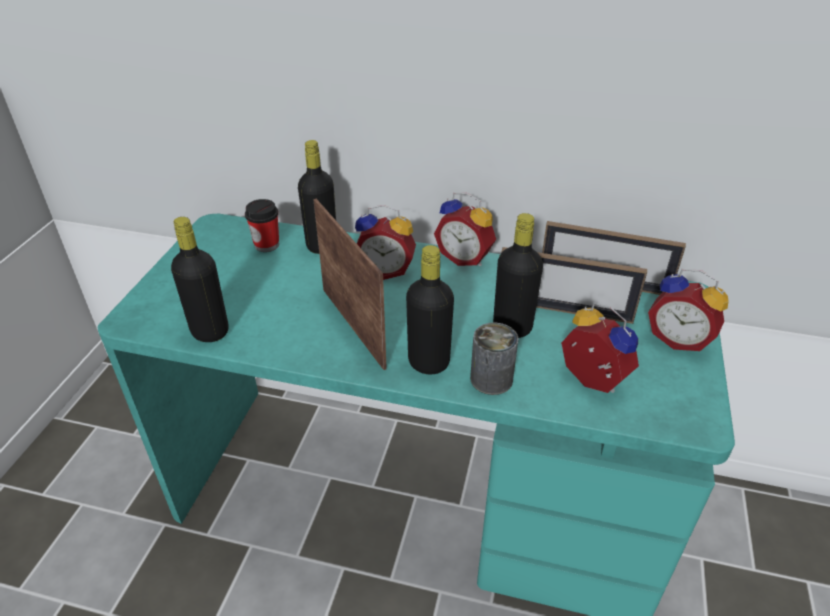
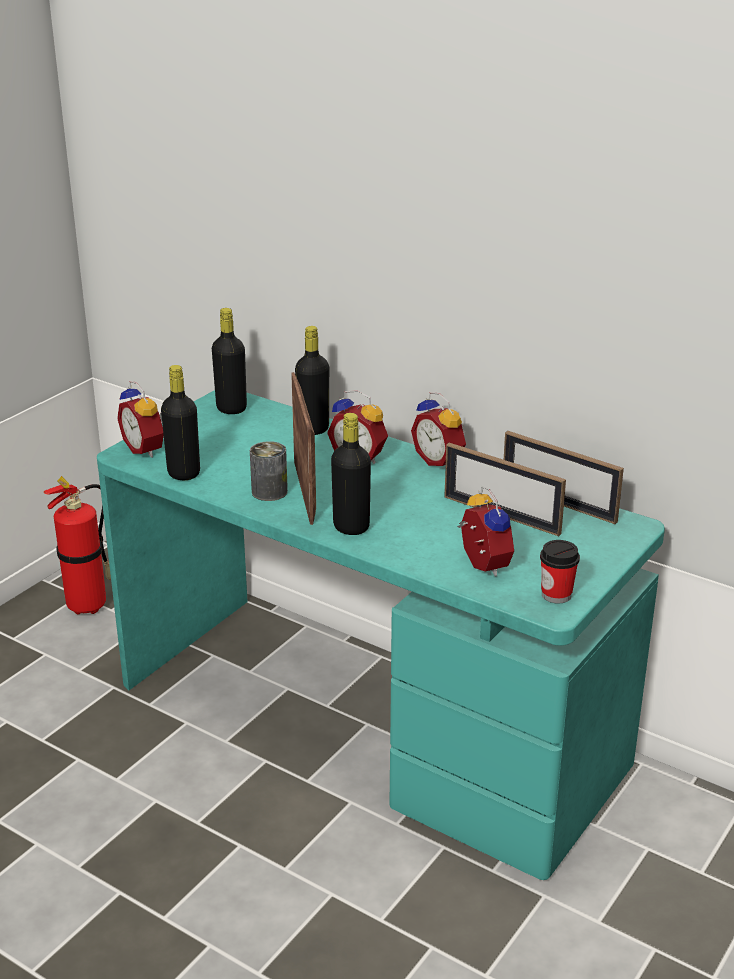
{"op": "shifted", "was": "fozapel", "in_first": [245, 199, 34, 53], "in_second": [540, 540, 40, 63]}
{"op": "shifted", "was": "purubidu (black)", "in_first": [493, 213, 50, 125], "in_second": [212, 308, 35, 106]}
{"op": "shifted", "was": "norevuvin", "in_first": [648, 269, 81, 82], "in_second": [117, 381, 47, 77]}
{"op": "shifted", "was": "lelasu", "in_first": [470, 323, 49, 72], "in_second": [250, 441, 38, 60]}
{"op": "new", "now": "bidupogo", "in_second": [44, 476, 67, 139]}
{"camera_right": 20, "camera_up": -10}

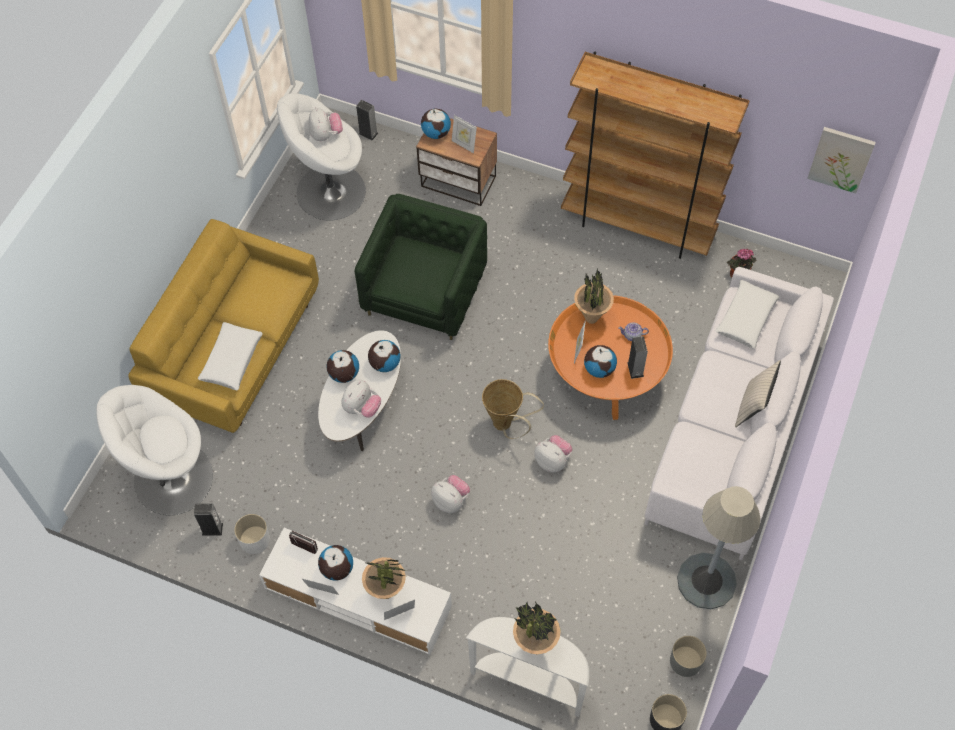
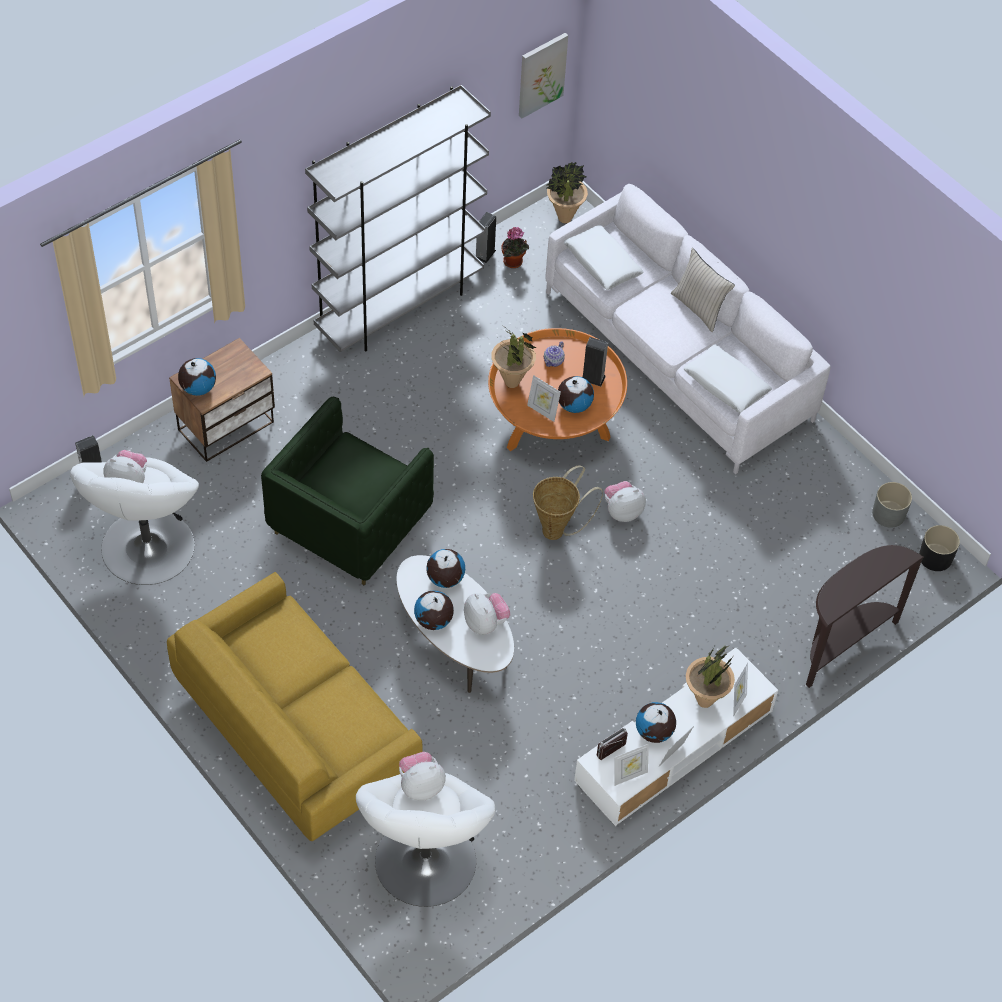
{"op": "repainted", "was": "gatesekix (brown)", "now": "gatesekix (grey)", "in_first": [561, 51, 189, 208], "in_second": [305, 85, 186, 267]}
{"op": "shifted", "was": "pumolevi", "in_first": [452, 115, 25, 38], "in_second": [614, 744, 35, 42]}
{"op": "rotated", "was": "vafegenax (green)", "in_first": [355, 194, 132, 146], "in_second": [261, 397, 173, 188], "clockwise": -105}
{"op": "shifted", "was": "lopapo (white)", "in_first": [198, 322, 65, 68], "in_second": [684, 345, 88, 68]}
{"op": "shifted", "was": "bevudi", "in_first": [431, 475, 39, 38], "in_second": [399, 752, 47, 49]}
{"op": "gone", "was": "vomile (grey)", "in_first": [677, 486, 84, 123]}
{"op": "shifted", "was": "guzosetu", "in_first": [194, 504, 29, 31], "in_second": [476, 212, 20, 51]}
{"op": "gone", "was": "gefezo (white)", "in_first": [234, 514, 36, 40]}
{"op": "shifted", "was": "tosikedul", "in_first": [513, 601, 48, 53], "in_second": [547, 161, 41, 62]}
{"op": "repainted", "was": "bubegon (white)", "now": "bubegon (brown)", "in_first": [466, 617, 123, 100], "in_second": [806, 545, 118, 143]}
{"camera_right": -65, "camera_up": -5}

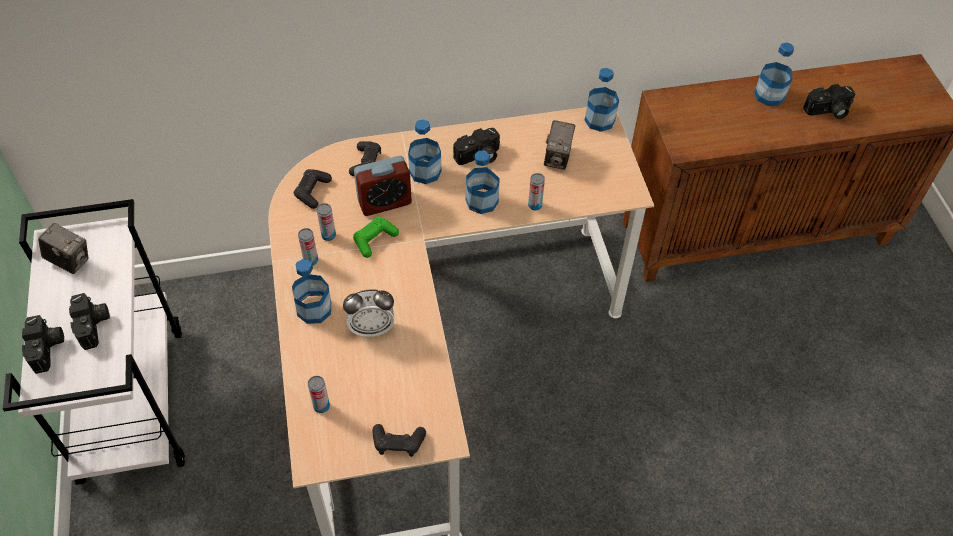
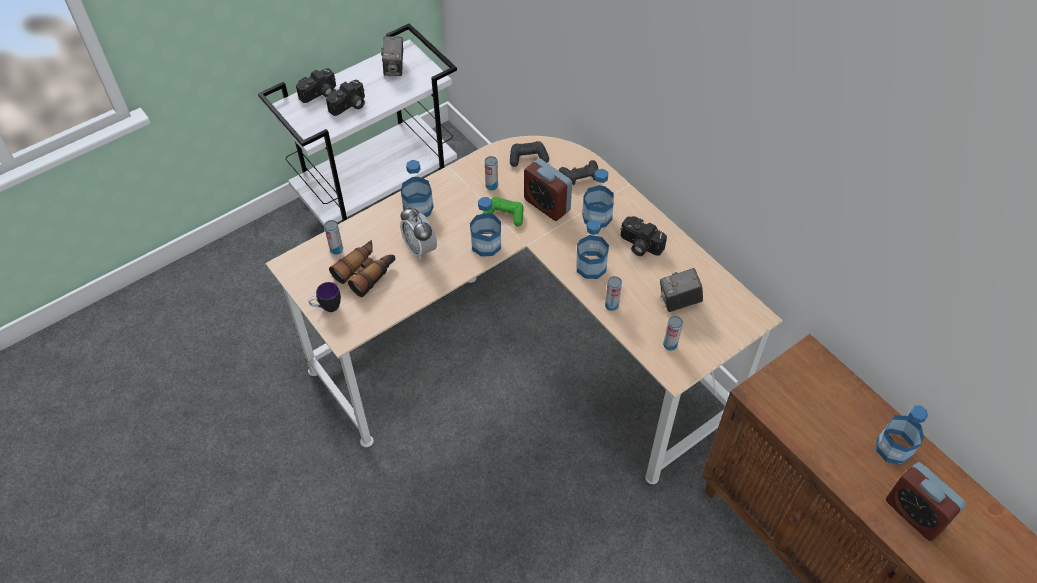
{"op": "shifted", "was": "purubidu", "in_first": [584, 68, 35, 64], "in_second": [470, 197, 31, 60]}
{"op": "swapped", "was": "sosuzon", "now": "norevuvin", "in_first": [803, 84, 52, 35], "in_second": [886, 462, 80, 79]}
{"op": "shifted", "was": "lelasu", "in_first": [298, 228, 20, 37], "in_second": [663, 316, 20, 35]}
{"op": "swapped", "was": "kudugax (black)", "now": "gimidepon", "in_first": [372, 424, 54, 33], "in_second": [309, 282, 32, 30]}
{"op": "new", "now": "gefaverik", "in_second": [329, 240, 66, 57]}
{"camera_right": 65, "camera_up": 0}

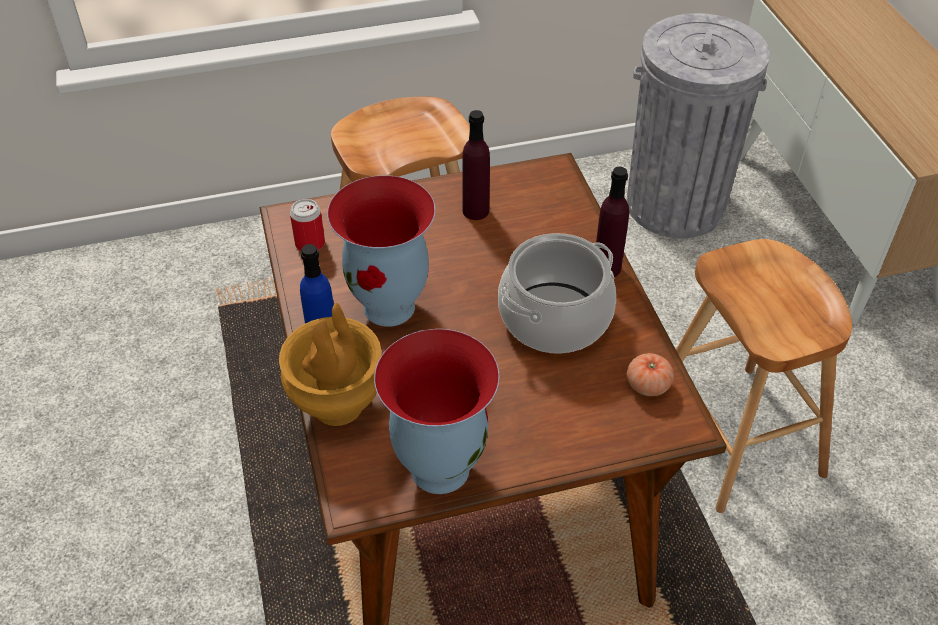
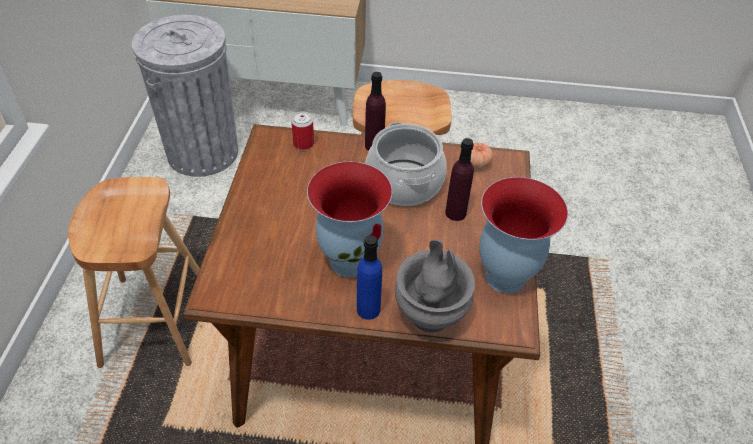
{"op": "shifted", "was": "purubidu (purple)", "in_first": [462, 110, 28, 110], "in_second": [445, 138, 29, 83]}
{"op": "shifted", "was": "lelasu", "in_first": [290, 199, 35, 52], "in_second": [291, 112, 23, 38]}
{"op": "repainted", "was": "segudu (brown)", "now": "segudu (grey)", "in_first": [279, 303, 103, 123], "in_second": [395, 240, 80, 93]}
{"camera_right": -70, "camera_up": 0}

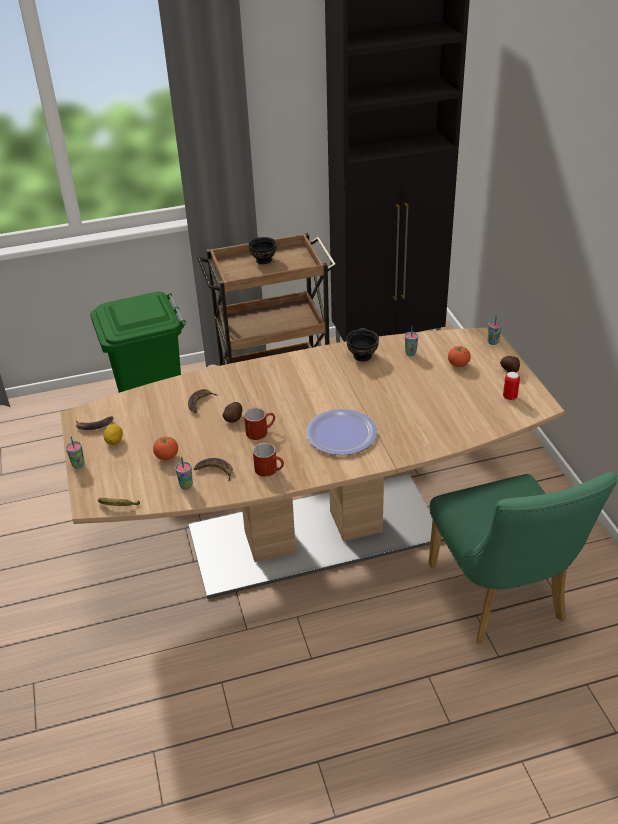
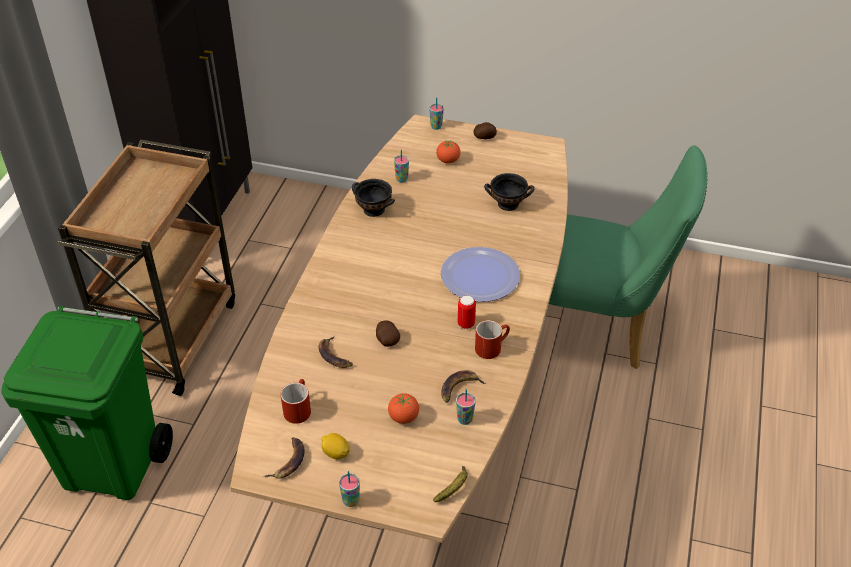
{"op": "shifted", "was": "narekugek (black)", "in_first": [249, 237, 28, 27], "in_second": [484, 173, 51, 38]}
{"op": "shifted", "was": "lelasu", "in_first": [503, 372, 17, 28], "in_second": [458, 296, 18, 33]}
{"op": "shifted", "was": "gimidepon (red)", "in_first": [244, 408, 31, 32], "in_second": [281, 379, 30, 45]}
{"camera_right": -60, "camera_up": 5}

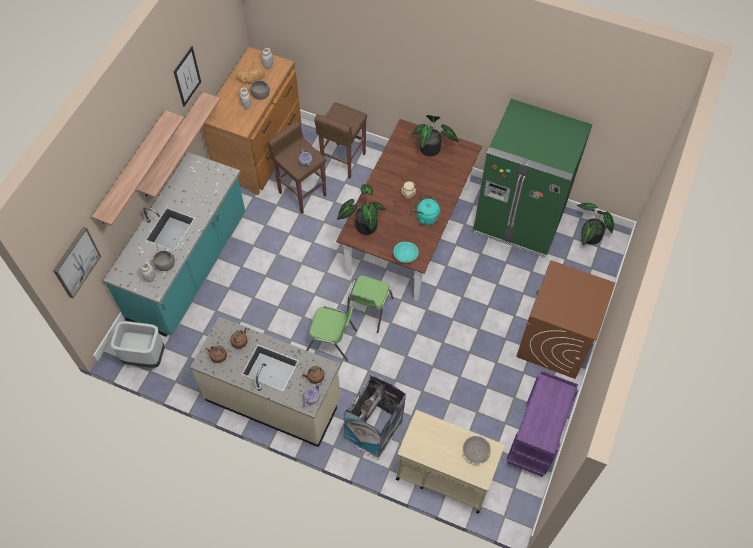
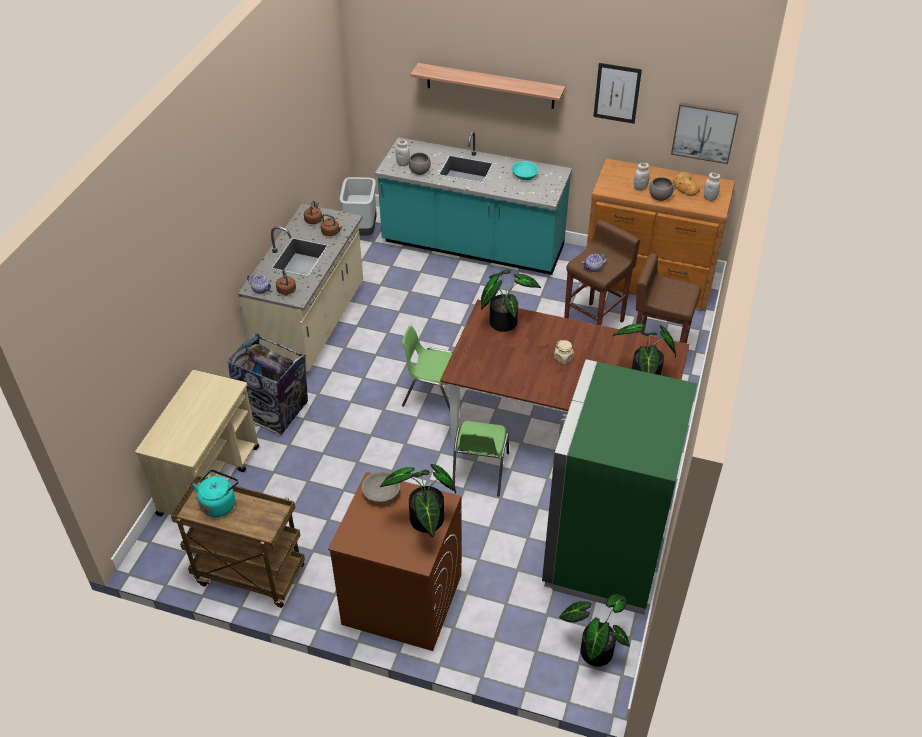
{"op": "gone", "was": "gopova", "in_first": [137, 92, 83, 106]}
{"op": "shifted", "was": "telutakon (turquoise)", "in_first": [413, 194, 27, 31], "in_second": [193, 470, 45, 47]}
{"op": "shifted", "was": "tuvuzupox", "in_first": [53, 227, 48, 72], "in_second": [671, 103, 68, 61]}
{"op": "shifted", "was": "narekugek (turquoise)", "in_first": [393, 242, 26, 21], "in_second": [511, 161, 28, 19]}
{"op": "shifted", "was": "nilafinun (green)", "in_first": [306, 306, 51, 55], "in_second": [453, 421, 56, 76]}
{"op": "repainted", "was": "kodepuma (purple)", "now": "kodepuma (brown)", "in_first": [507, 371, 71, 106], "in_second": [171, 476, 134, 132]}
{"op": "shifted", "was": "narekugek (grey)", "in_first": [463, 436, 28, 28], "in_second": [362, 471, 38, 32]}
{"op": "new", "now": "tosikedul", "in_second": [380, 464, 76, 73]}
{"camera_right": 85, "camera_up": -15}

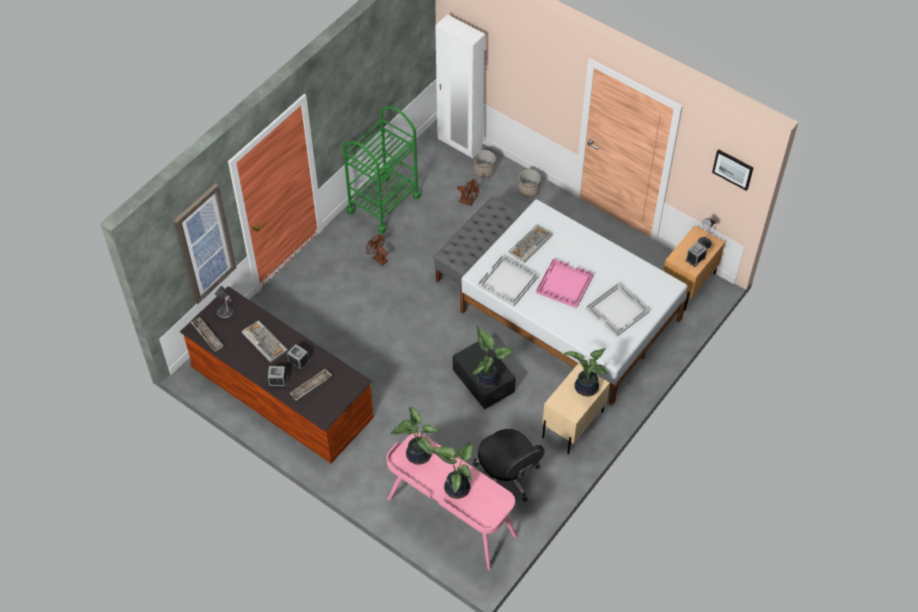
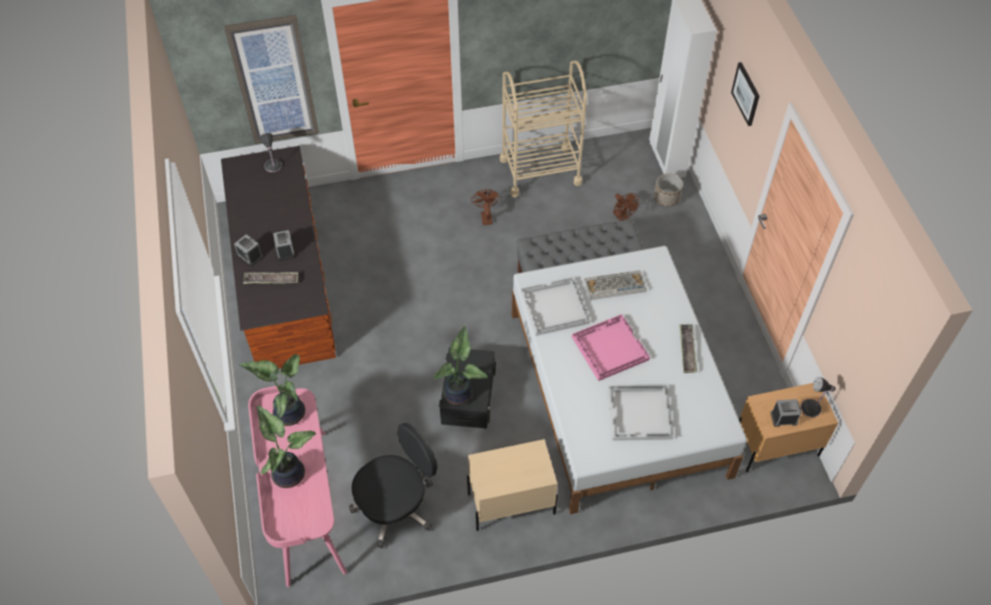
{"op": "repainted", "was": "kodepuma (green)", "now": "kodepuma (beige)", "in_first": [343, 106, 78, 128], "in_second": [500, 60, 87, 137]}
{"op": "shifted", "was": "tuvuzupox", "in_first": [712, 149, 41, 42], "in_second": [731, 62, 28, 64]}
{"op": "gone", "was": "gefezo", "in_first": [518, 170, 23, 27]}
{"op": "shifted", "was": "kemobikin", "in_first": [191, 317, 33, 35], "in_second": [679, 324, 18, 49]}
{"op": "gone", "was": "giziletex", "in_first": [242, 320, 46, 42]}
{"op": "gone", "was": "tosikedul", "in_first": [564, 348, 44, 48]}
{"op": "rotated", "was": "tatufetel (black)", "in_first": [473, 429, 71, 73], "in_second": [349, 423, 88, 125], "clockwise": -135}
{"camera_right": 40, "camera_up": 0}

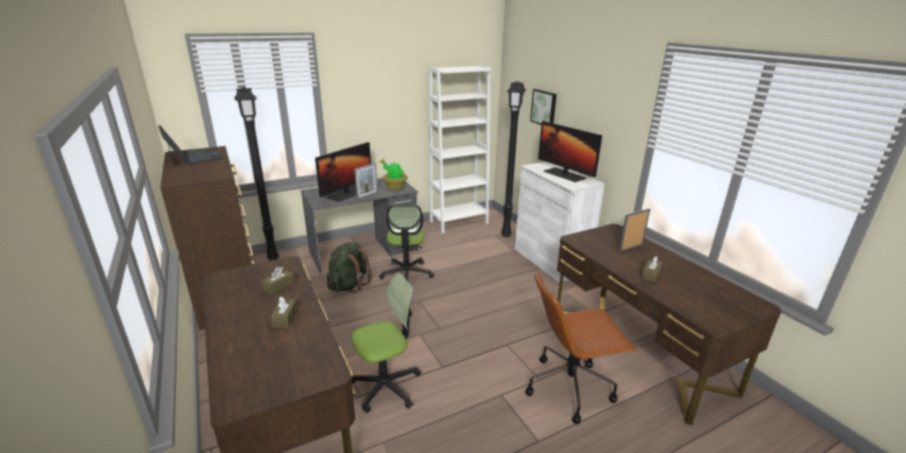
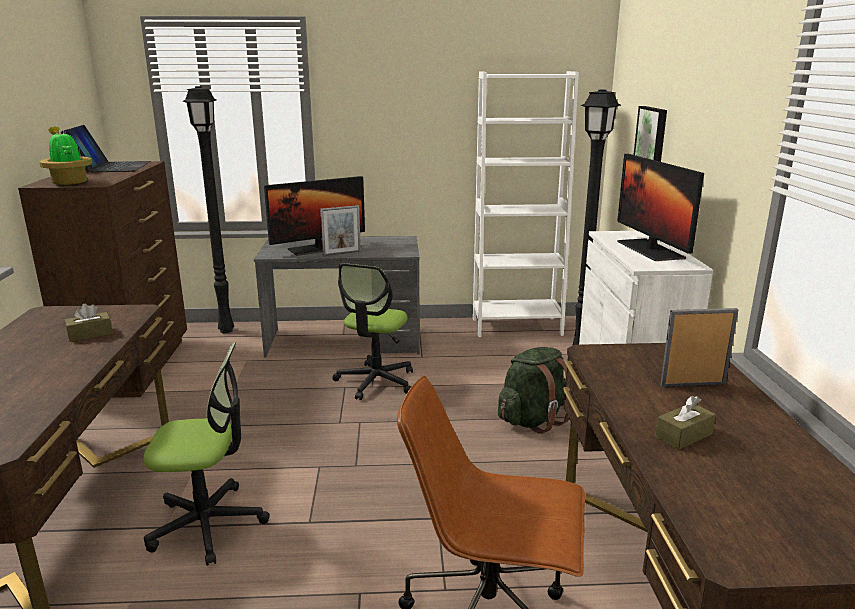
{"op": "shifted", "was": "tosikedul", "in_first": [380, 159, 27, 31], "in_second": [39, 126, 53, 59]}
{"op": "shifted", "was": "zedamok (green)", "in_first": [327, 242, 45, 51], "in_second": [498, 347, 71, 87]}
{"op": "gone", "was": "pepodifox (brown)", "in_first": [271, 296, 27, 32]}
{"camera_right": 25, "camera_up": -5}

